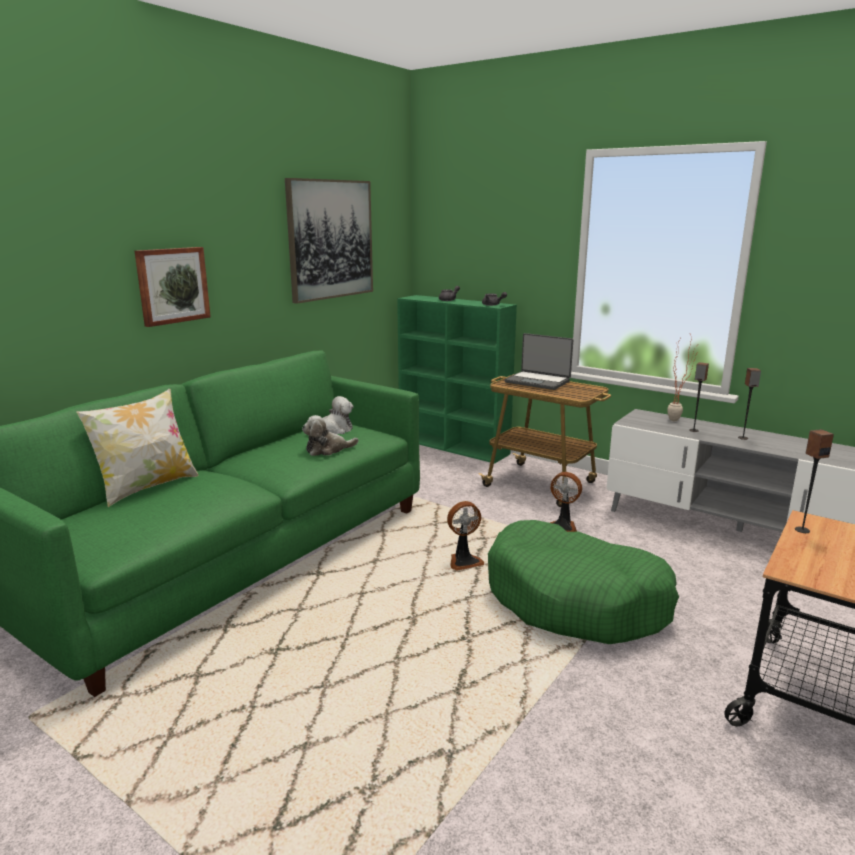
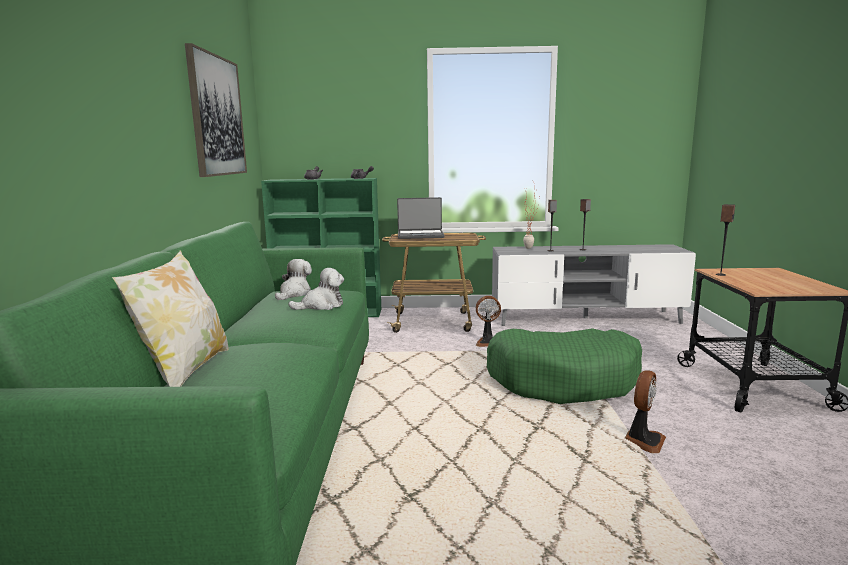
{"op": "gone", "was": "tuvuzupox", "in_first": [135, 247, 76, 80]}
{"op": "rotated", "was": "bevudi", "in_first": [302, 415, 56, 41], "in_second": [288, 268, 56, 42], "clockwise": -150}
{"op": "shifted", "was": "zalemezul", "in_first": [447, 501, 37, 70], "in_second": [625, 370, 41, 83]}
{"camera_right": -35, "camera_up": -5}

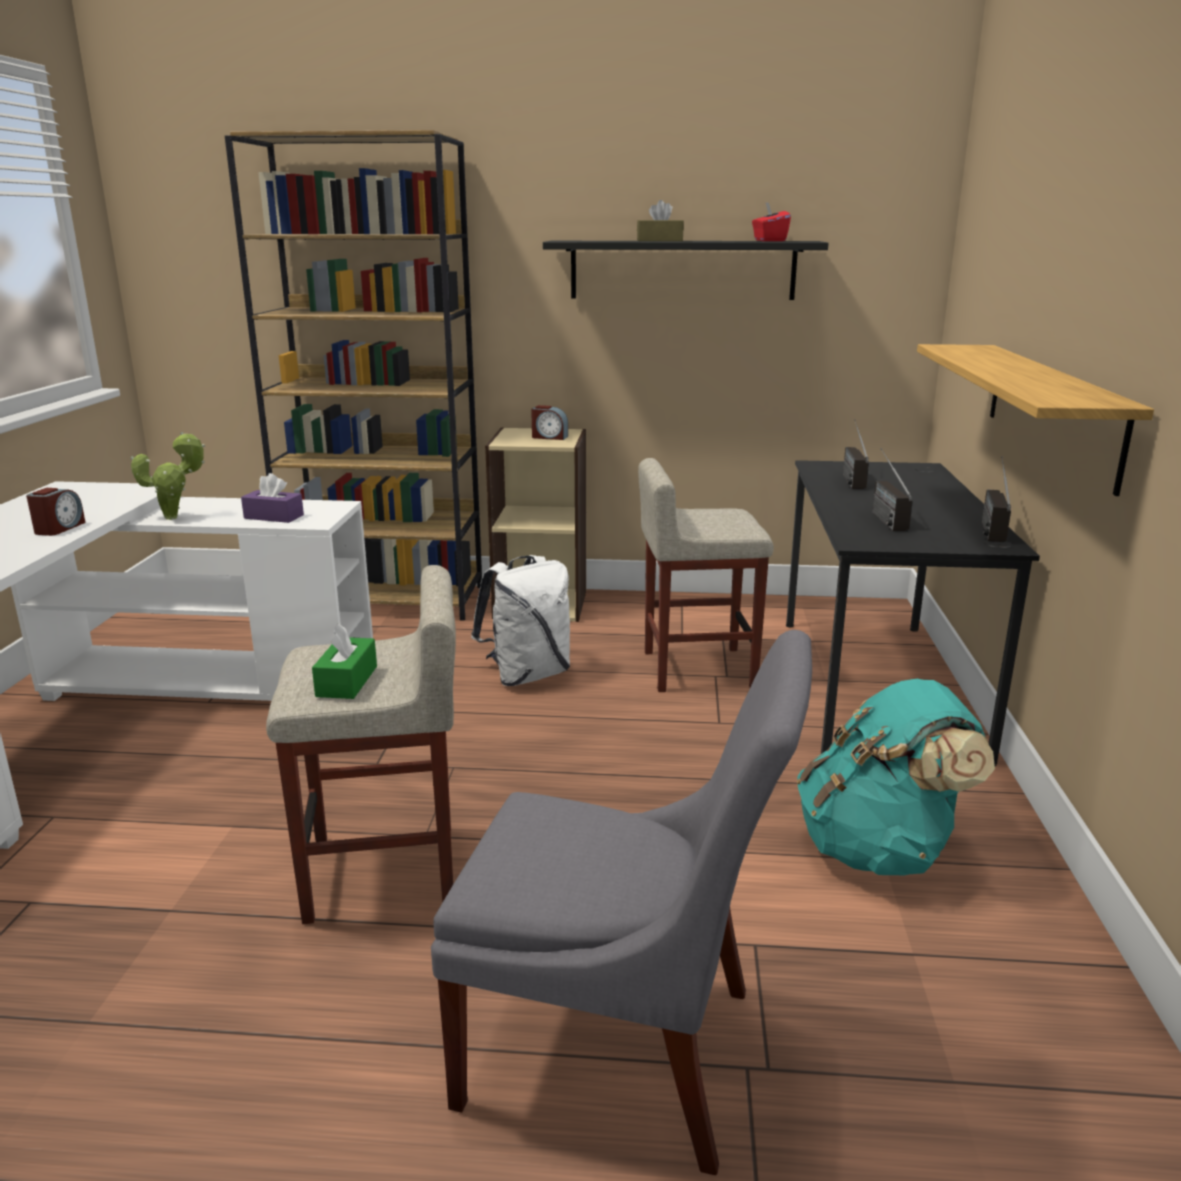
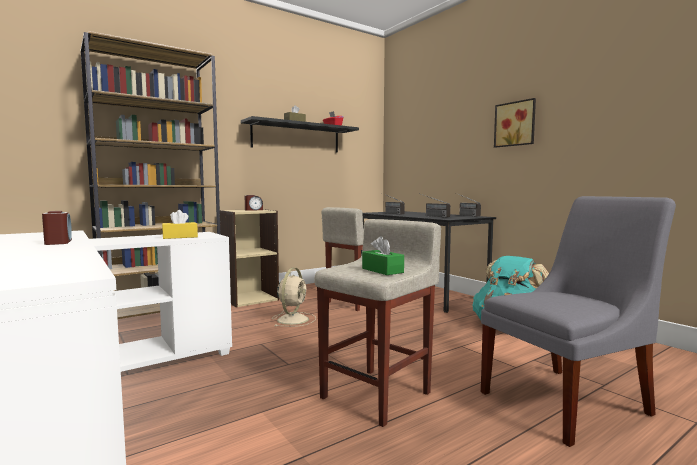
{"op": "gone", "was": "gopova", "in_first": [917, 344, 237, 152]}
{"op": "gone", "was": "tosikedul", "in_first": [131, 432, 74, 88]}
{"op": "repainted", "was": "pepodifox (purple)", "now": "pepodifox (yellow)", "in_first": [241, 473, 63, 50], "in_second": [162, 210, 36, 29]}
{"op": "swapped", "was": "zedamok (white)", "now": "zalemezul (beige)", "in_first": [471, 555, 99, 131], "in_second": [272, 268, 44, 59]}
{"op": "new", "now": "tuvuzupox", "in_second": [494, 98, 42, 50]}
{"camera_right": -40, "camera_up": -15}

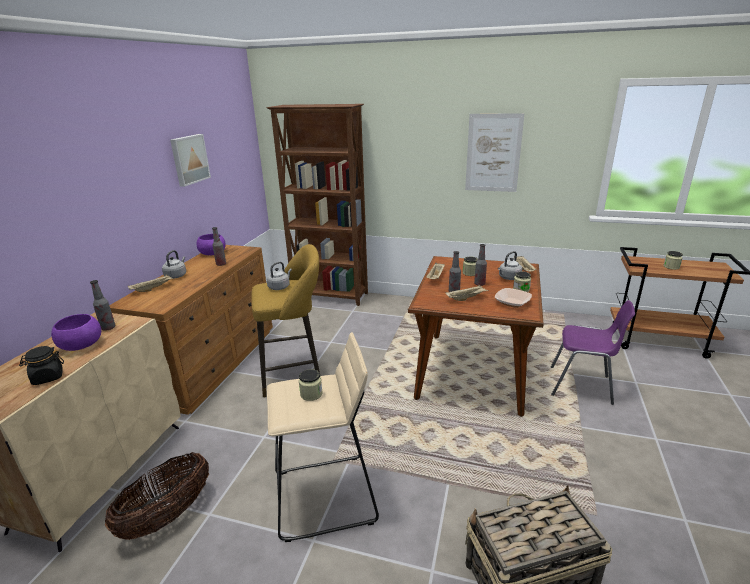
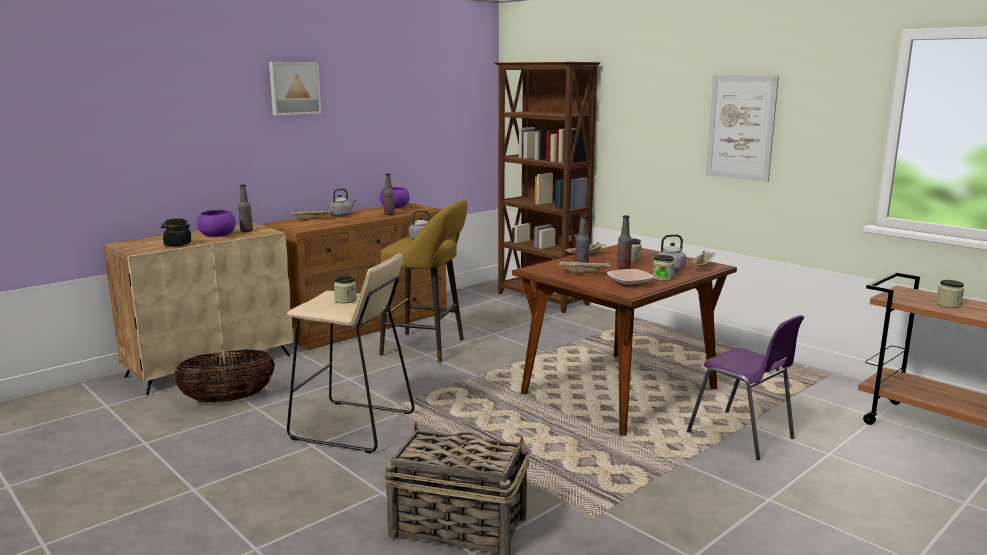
{"op": "shifted", "was": "tuvuzupox", "in_first": [170, 134, 41, 53], "in_second": [269, 62, 52, 53]}
{"camera_right": 30, "camera_up": -10}

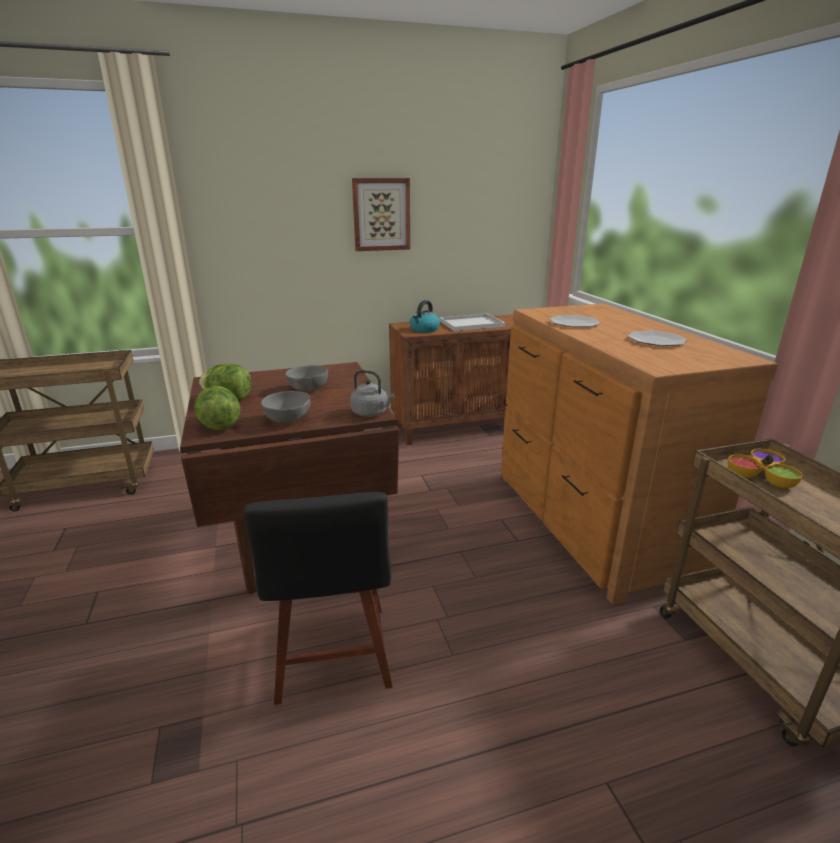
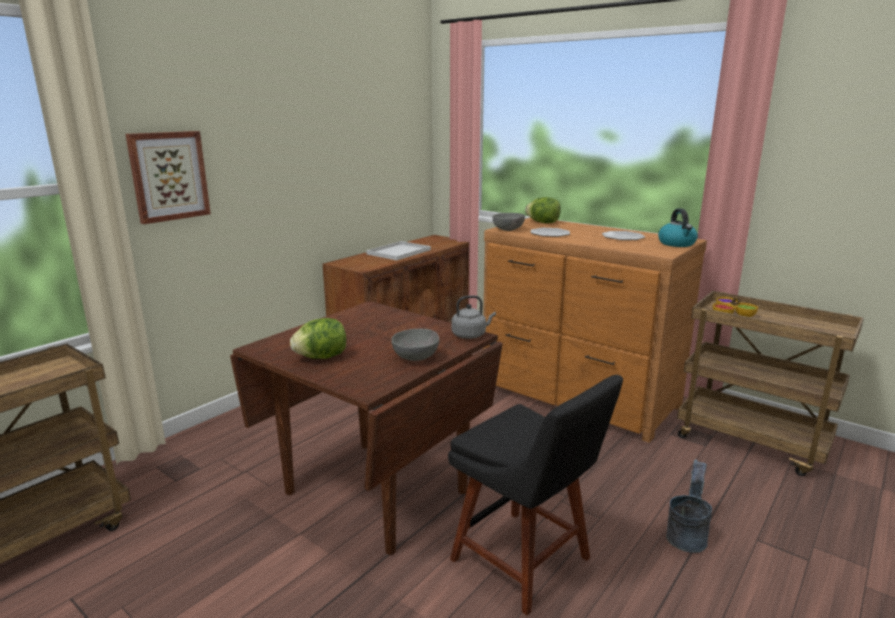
{"op": "shifted", "was": "tuvuzupox", "in_first": [352, 178, 58, 73], "in_second": [125, 131, 86, 93]}
{"op": "shifted", "was": "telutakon", "in_first": [410, 300, 30, 33], "in_second": [658, 208, 40, 39]}
{"op": "shifted", "was": "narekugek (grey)", "in_first": [285, 365, 43, 26], "in_second": [492, 213, 33, 18]}
{"op": "shifted", "was": "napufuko", "in_first": [194, 386, 47, 45], "in_second": [525, 197, 36, 26]}
{"op": "new", "now": "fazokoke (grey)", "in_second": [666, 460, 46, 93]}
{"camera_right": -35, "camera_up": -5}

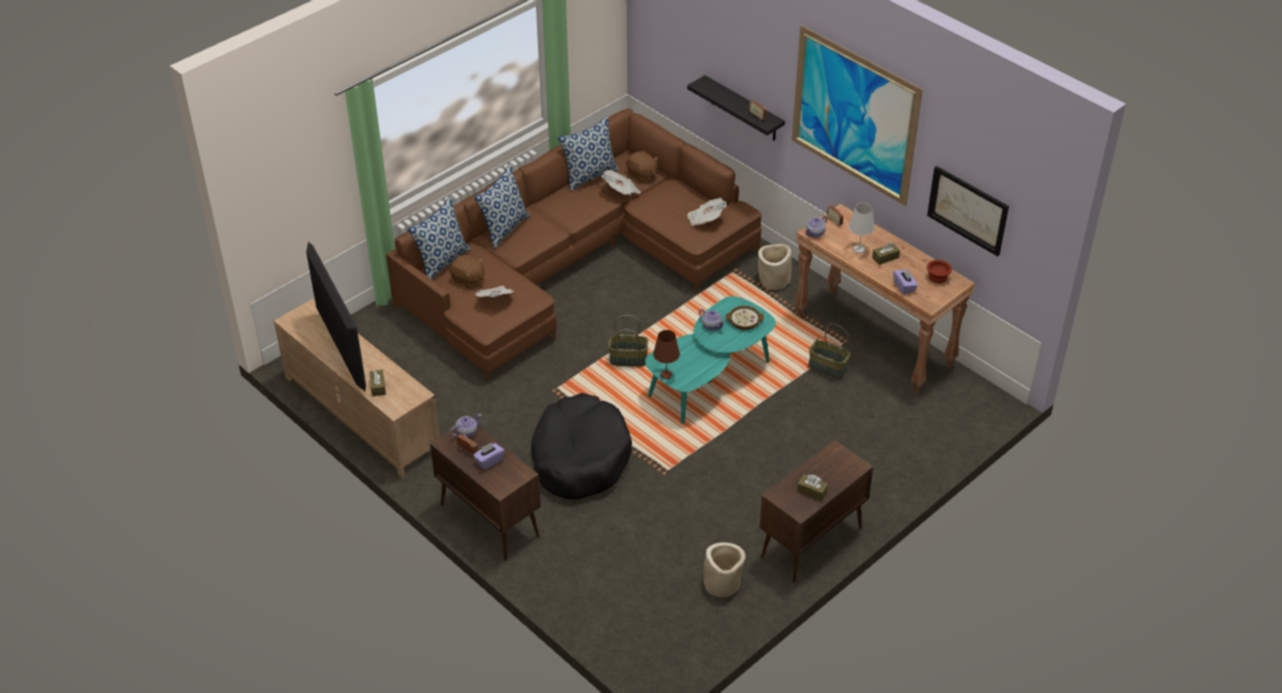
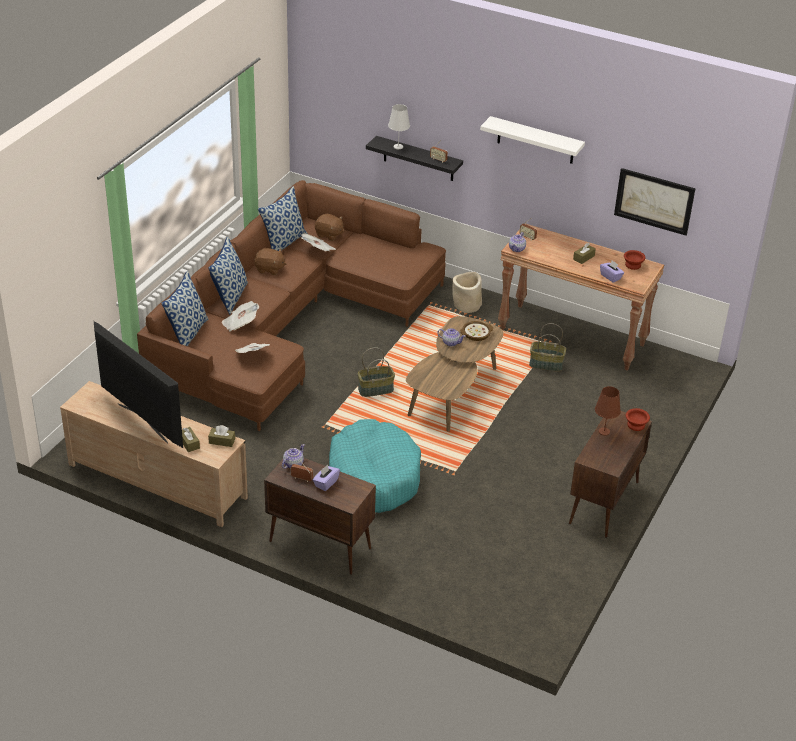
{"op": "swapped", "was": "tuvuzupox", "now": "gopova (white)", "in_first": [792, 25, 131, 181], "in_second": [480, 116, 105, 48]}
{"op": "shifted", "was": "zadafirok", "in_first": [687, 198, 40, 28], "in_second": [222, 301, 37, 31]}
{"op": "shifted", "was": "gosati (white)", "in_first": [848, 203, 27, 50], "in_second": [388, 104, 22, 45]}
{"op": "shifted", "was": "bevudi (brown)", "in_first": [450, 255, 34, 34], "in_second": [254, 248, 32, 27]}
{"op": "repainted", "was": "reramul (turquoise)", "now": "reramul (brown)", "in_first": [645, 296, 131, 128], "in_second": [406, 316, 98, 116]}
{"op": "shifted", "was": "gosati (brown)", "in_first": [653, 330, 27, 49], "in_second": [595, 386, 26, 50]}
{"op": "repainted", "was": "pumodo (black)", "now": "pumodo (turquoise)", "in_first": [531, 393, 101, 107], "in_second": [329, 419, 92, 94]}
{"op": "shifted", "was": "pepodifox (brown)", "in_first": [797, 474, 31, 27], "in_second": [208, 425, 27, 22]}
{"op": "gone", "was": "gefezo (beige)", "in_first": [704, 542, 42, 55]}
{"op": "new", "now": "narekugek (brown)", "in_second": [626, 408, 24, 23]}
{"camera_right": -20, "camera_up": -5}

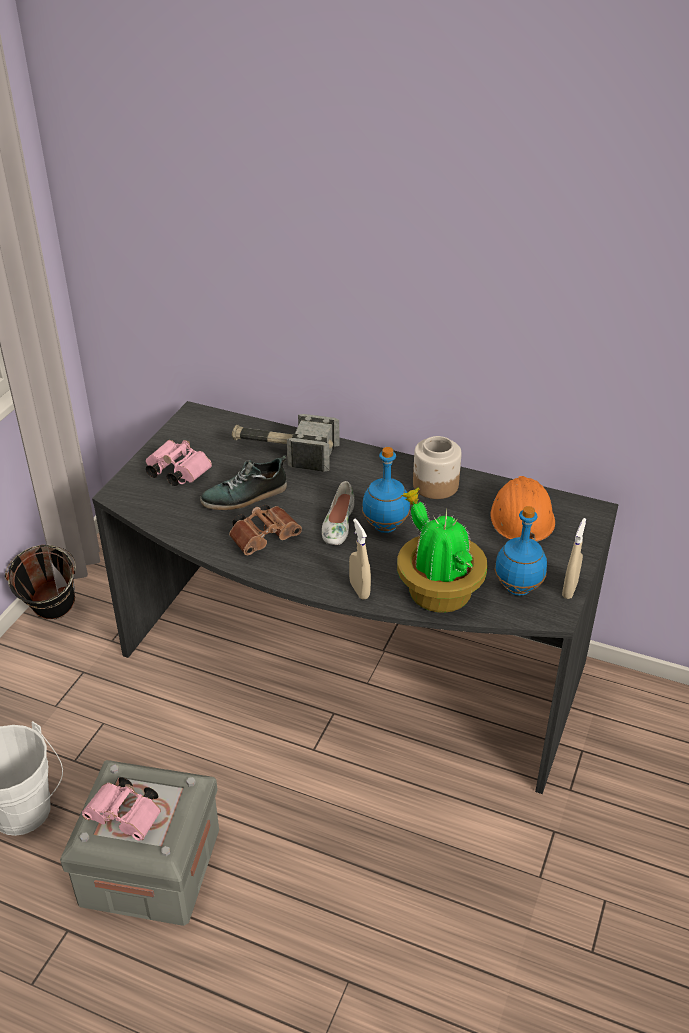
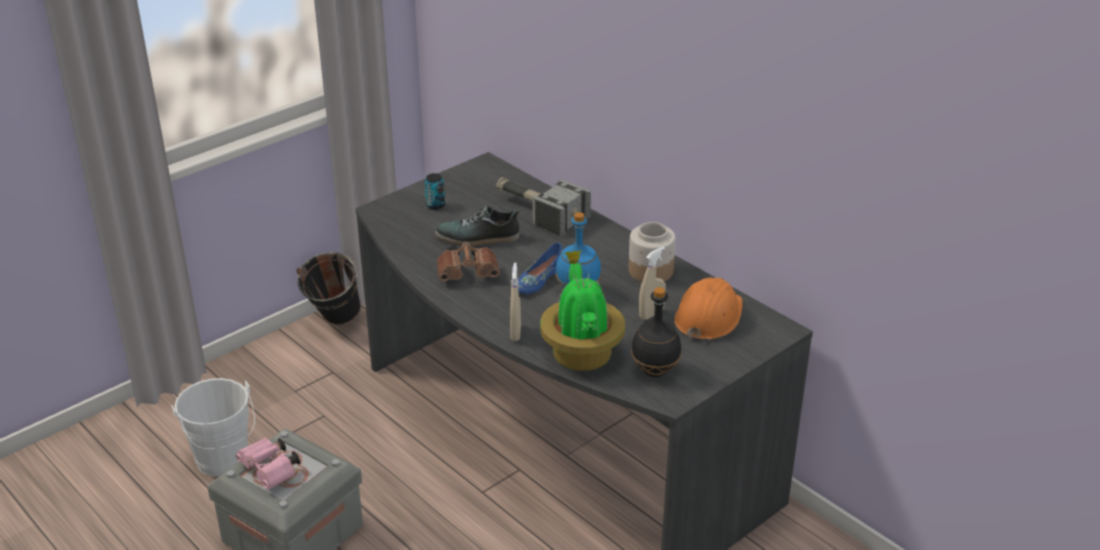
{"op": "swapped", "was": "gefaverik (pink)", "now": "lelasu", "in_first": [146, 440, 66, 46], "in_second": [425, 173, 20, 37]}
{"op": "repainted", "was": "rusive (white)", "now": "rusive (blue)", "in_first": [322, 481, 32, 64], "in_second": [518, 243, 45, 51]}
{"op": "repainted", "was": "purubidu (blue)", "now": "purubidu (black)", "in_first": [494, 506, 53, 90], "in_second": [631, 287, 50, 90]}
{"op": "shifted", "was": "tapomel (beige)", "in_first": [562, 518, 24, 81], "in_second": [639, 246, 27, 74]}
{"camera_right": 25, "camera_up": -5}

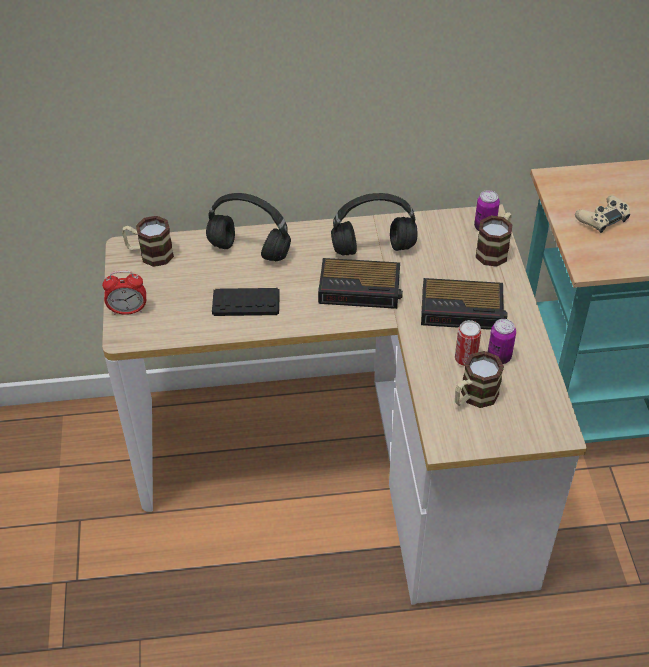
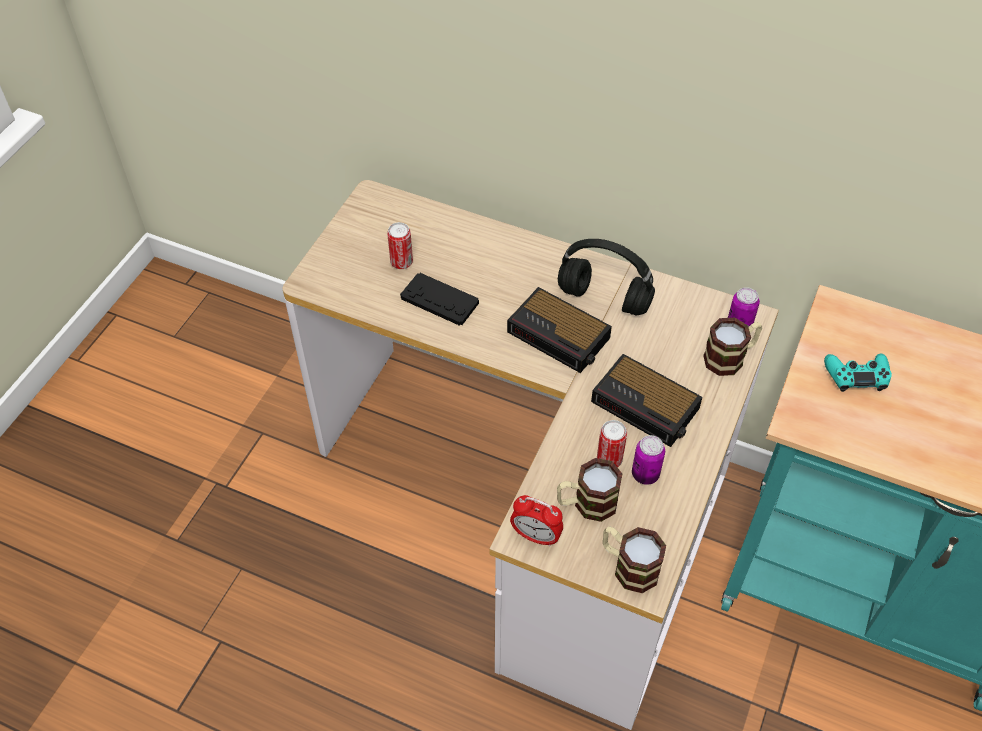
{"op": "gone", "was": "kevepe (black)", "in_first": [206, 193, 85, 68]}
{"op": "repainted", "was": "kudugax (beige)", "now": "kudugax (turquoise)", "in_first": [575, 195, 55, 38], "in_second": [824, 354, 68, 38]}
{"op": "shifted", "was": "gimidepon", "in_first": [122, 216, 52, 51], "in_second": [603, 526, 63, 67]}
{"op": "shifted", "was": "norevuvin", "in_first": [102, 271, 44, 44], "in_second": [510, 495, 53, 52]}
{"op": "new", "now": "lelasu", "in_second": [387, 222, 26, 47]}
{"camera_right": 30, "camera_up": 5}

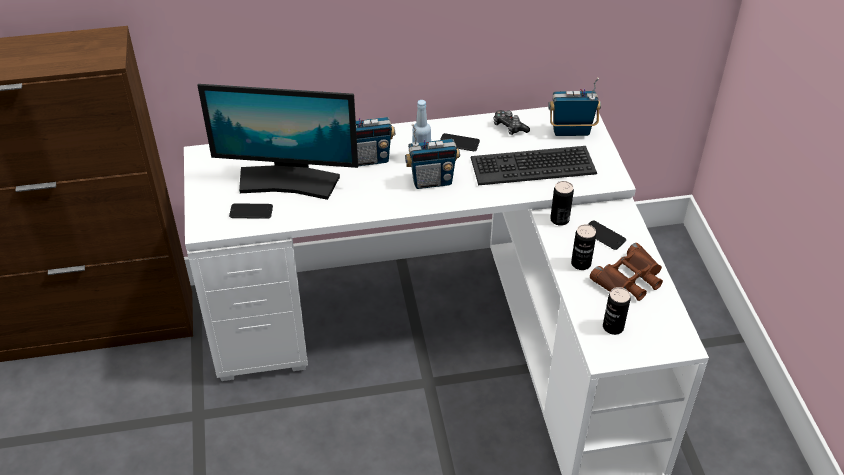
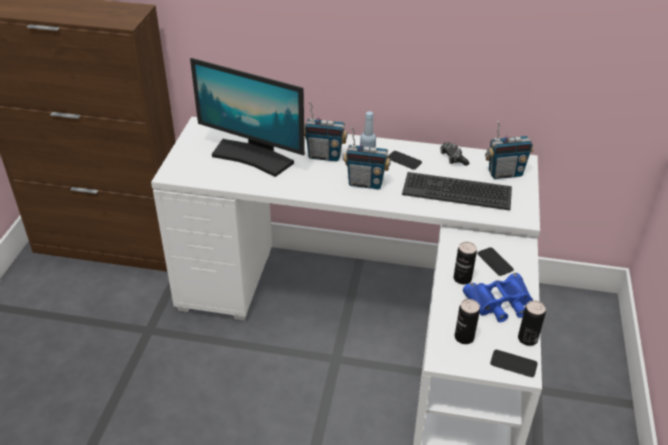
{"op": "rotated", "was": "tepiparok", "in_first": [548, 77, 53, 59], "in_second": [485, 121, 48, 58], "clockwise": 150}
{"op": "shifted", "was": "lelasu", "in_first": [550, 181, 24, 45], "in_second": [518, 300, 28, 46]}
{"op": "shifted", "was": "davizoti", "in_first": [229, 203, 44, 16], "in_second": [490, 350, 48, 27]}
{"op": "repainted", "was": "gefaverik (brown)", "now": "gefaverik (blue)", "in_first": [590, 243, 73, 58], "in_second": [463, 273, 70, 49]}
{"camera_right": 20, "camera_up": -5}

